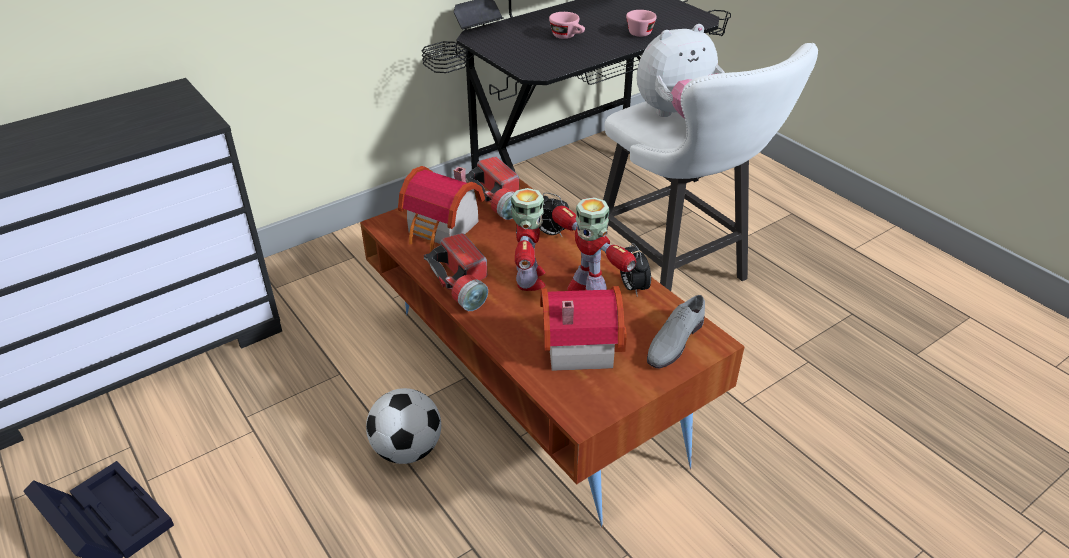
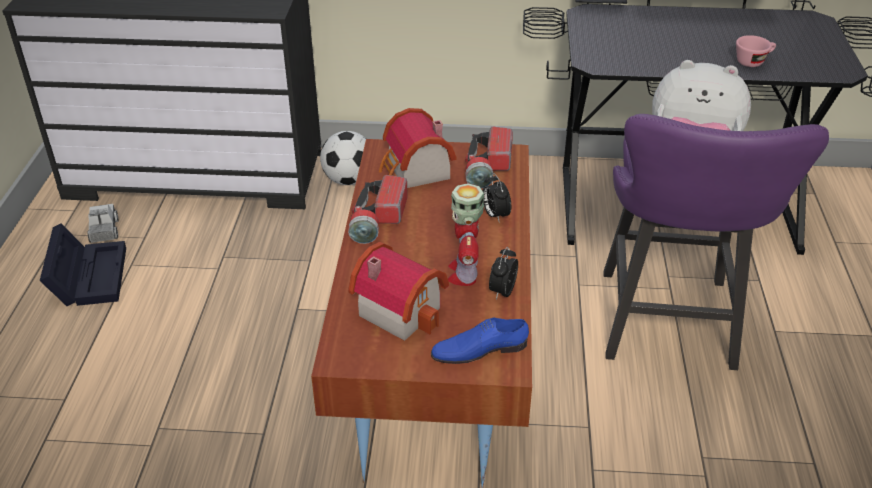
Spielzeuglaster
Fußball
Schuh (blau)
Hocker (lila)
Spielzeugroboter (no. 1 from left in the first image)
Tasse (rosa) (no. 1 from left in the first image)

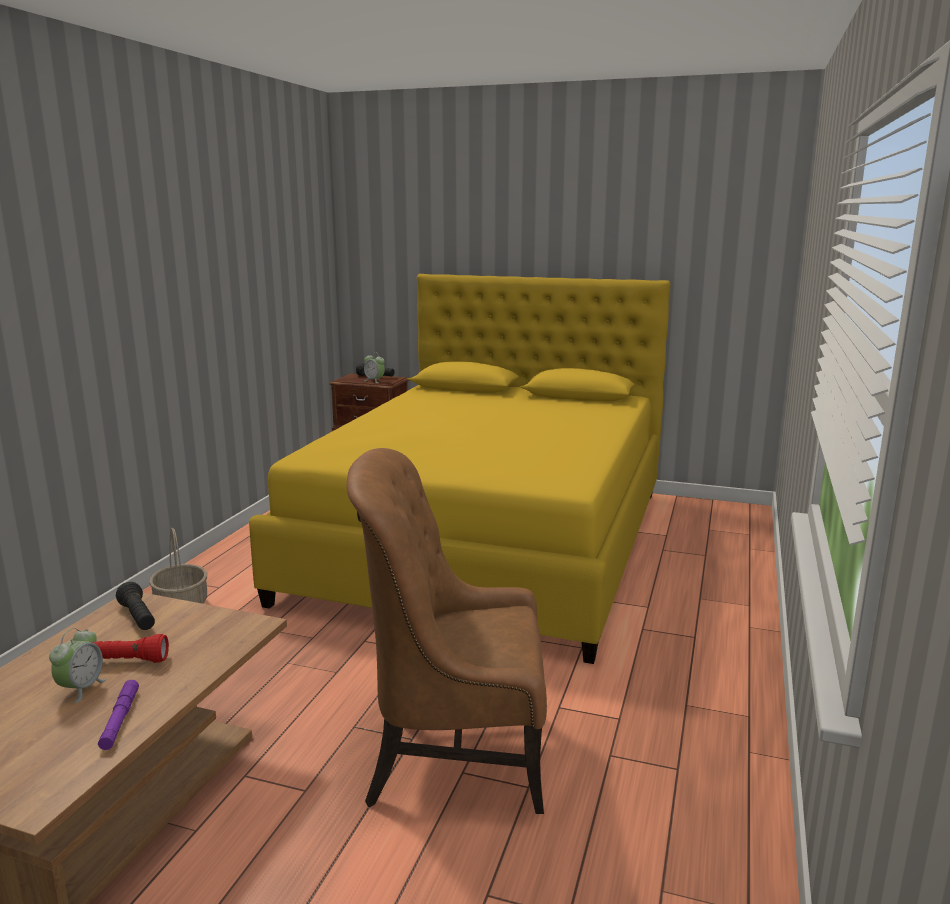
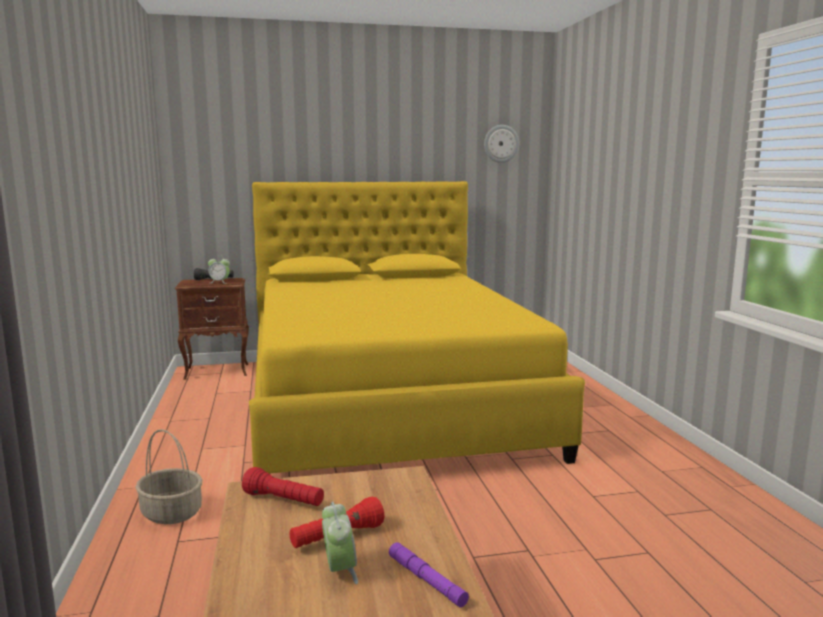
Taschenlampe (rot) (no. 1 from left)
Wanduhr
Stuhl (braun)

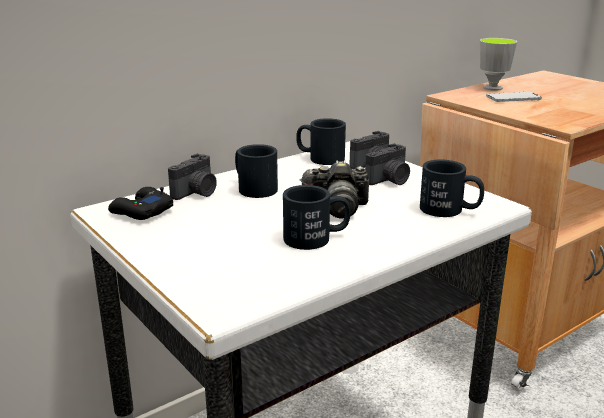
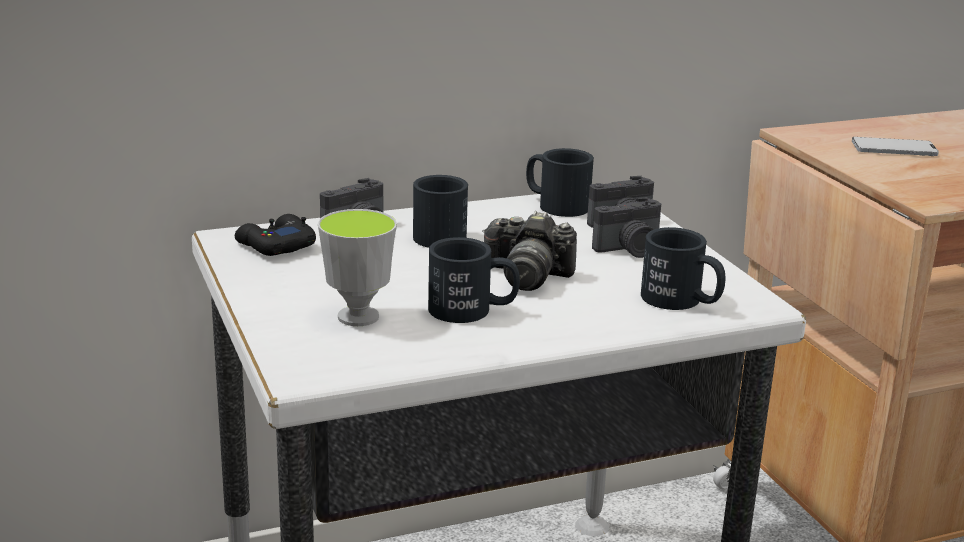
Tasse

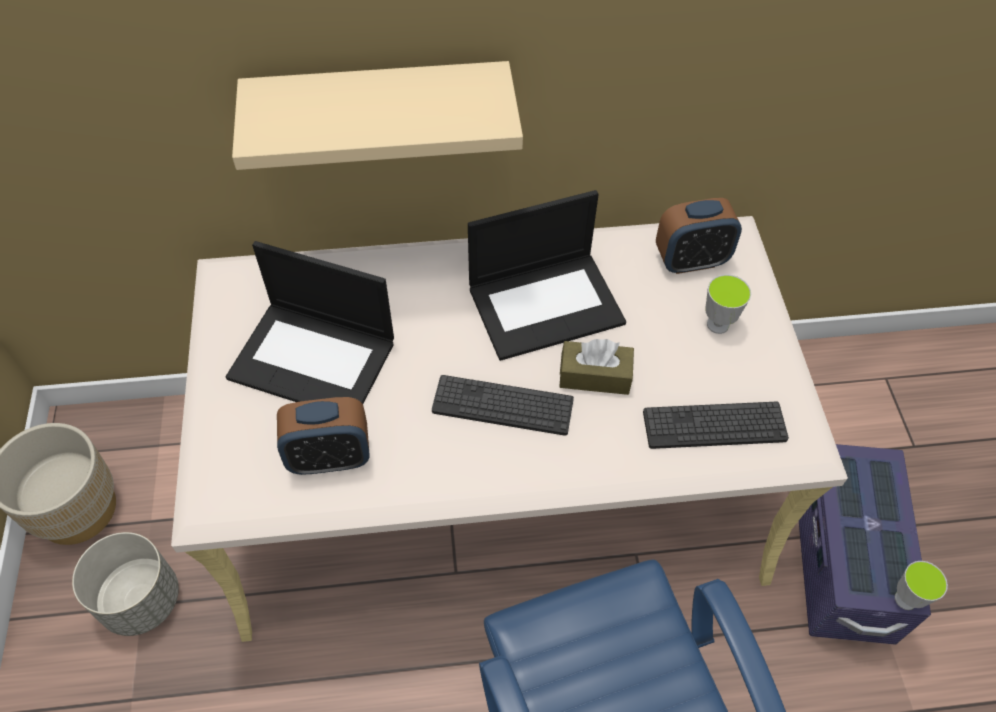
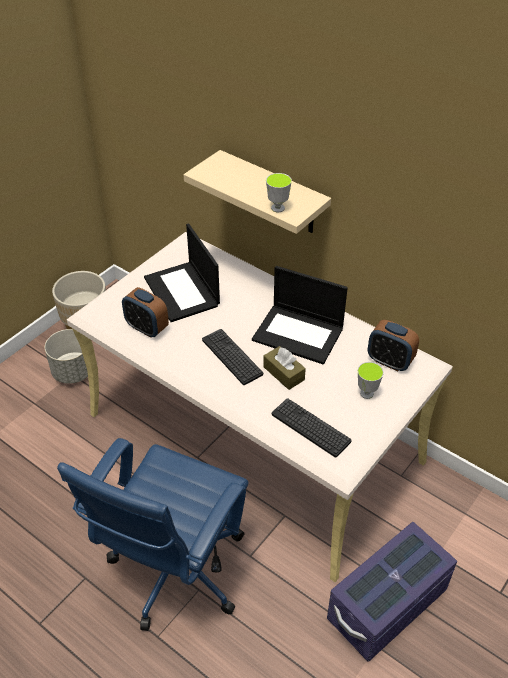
Tasse (no. 1 from left)

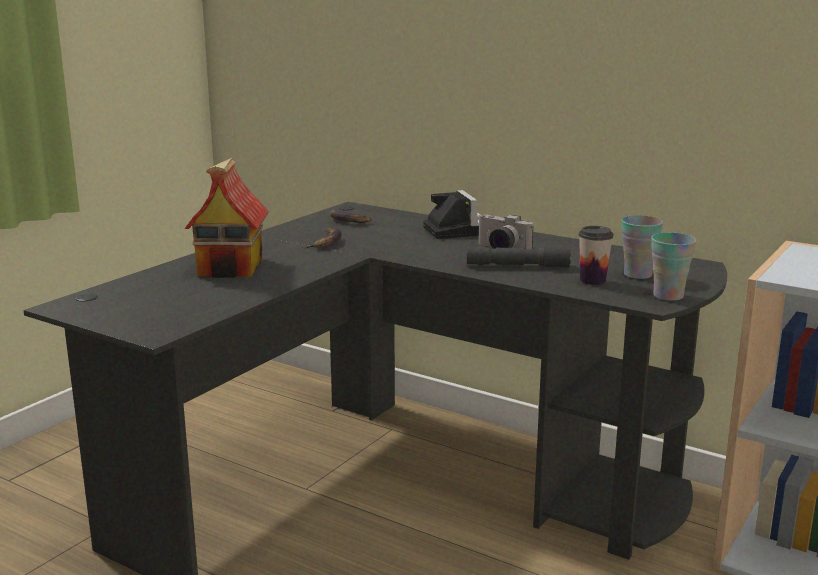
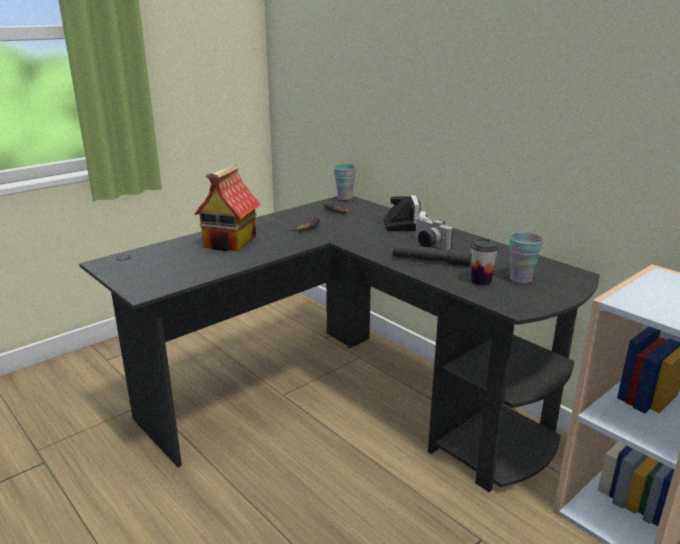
Tasse (no. 1 from left)

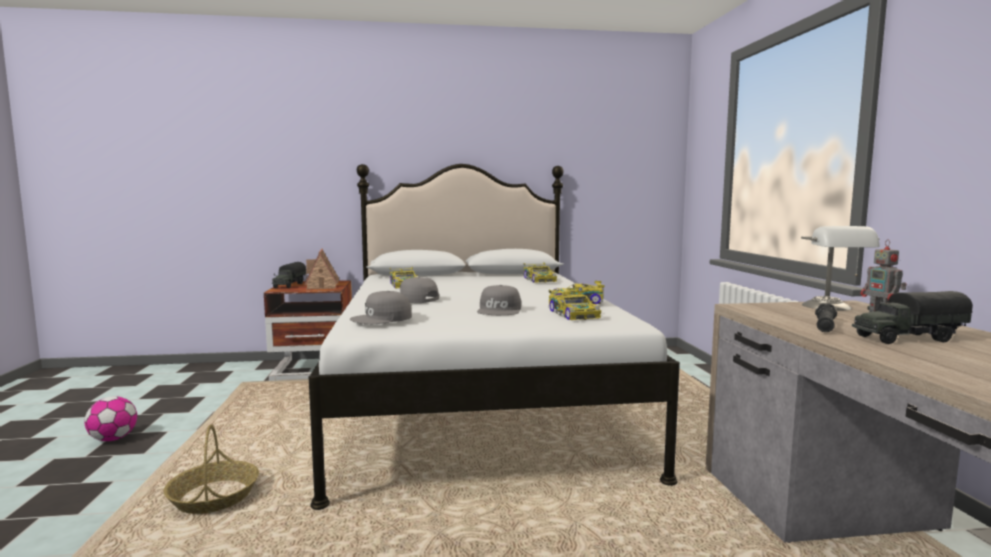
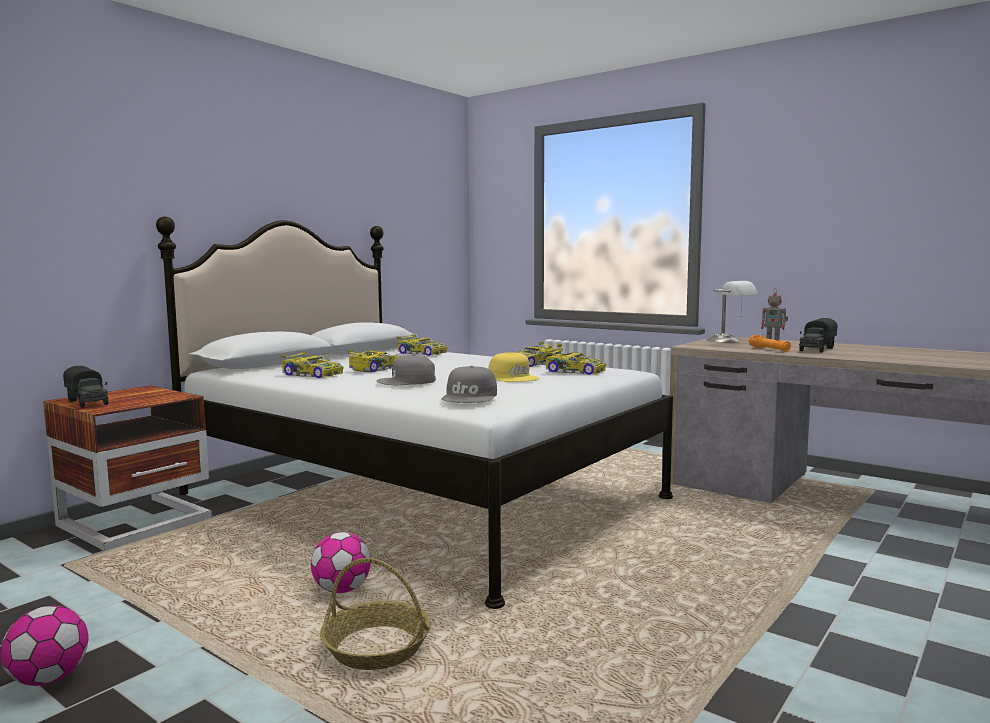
Fußball (no. 2 from left)
Spielzeugauto (no. 2 from left)
Kappe (gelb)
Taschenlampe (orange)
Spielzeughaus

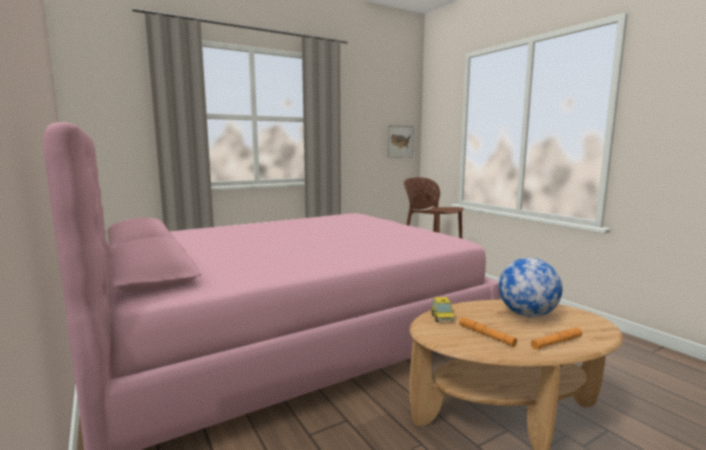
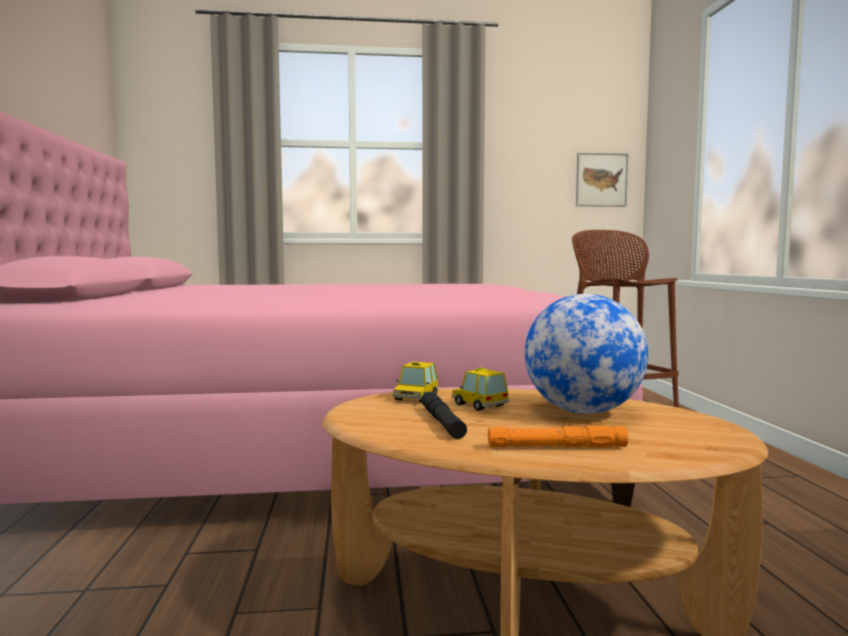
Taschenlampe (schwarz)
Spielzeugauto (no. 2 from left)

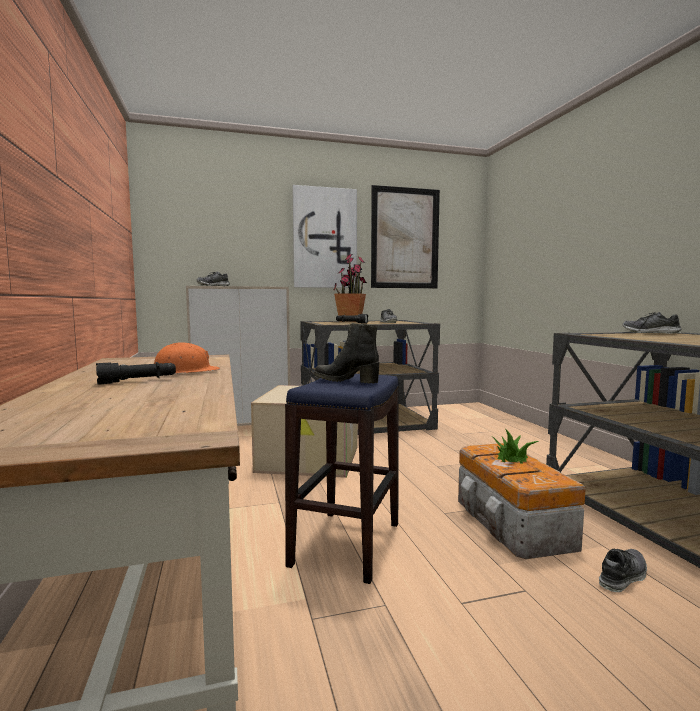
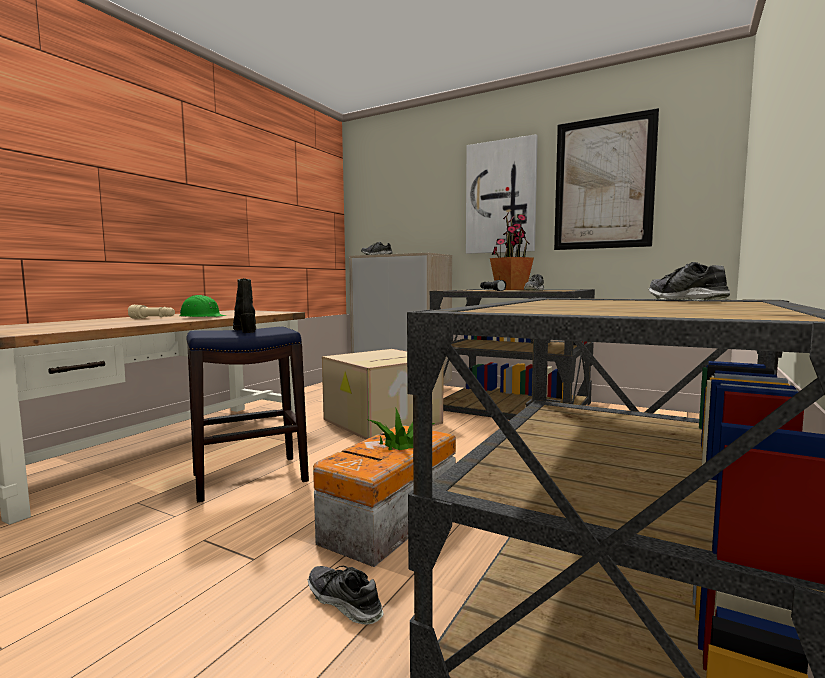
Taschenlampe (beige)
Schutzhelm (grün)
Schuh (no. 1 from left)

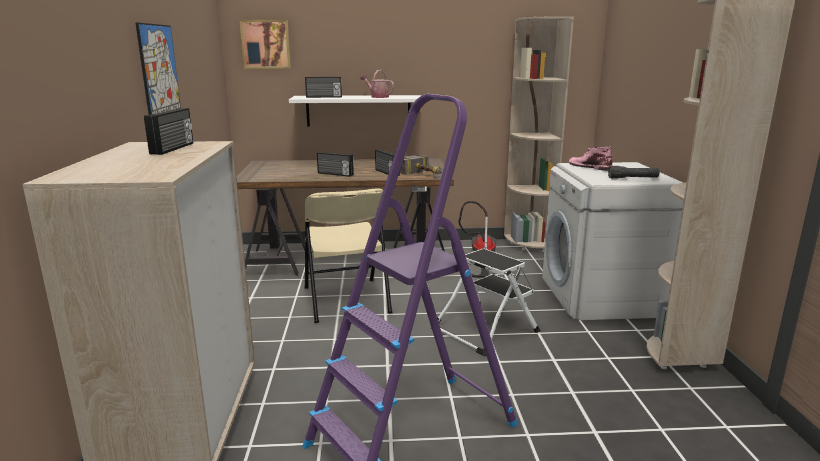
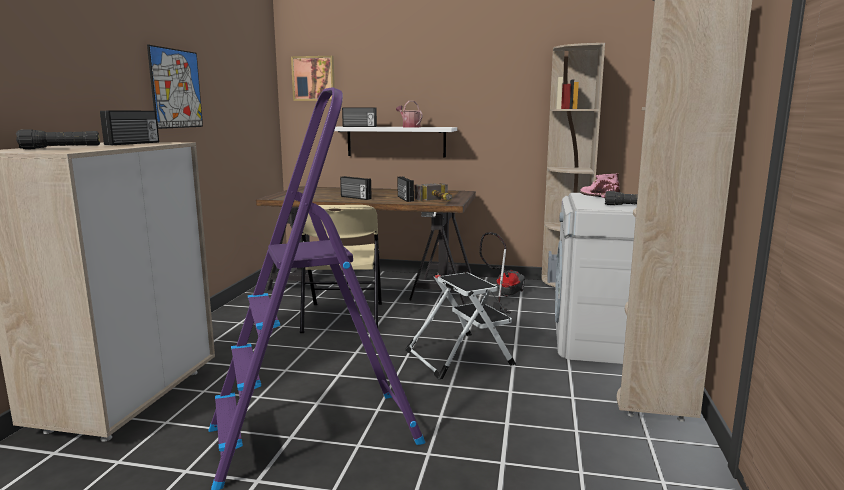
Taschenlampe (schwarz) (no. 1 from left)

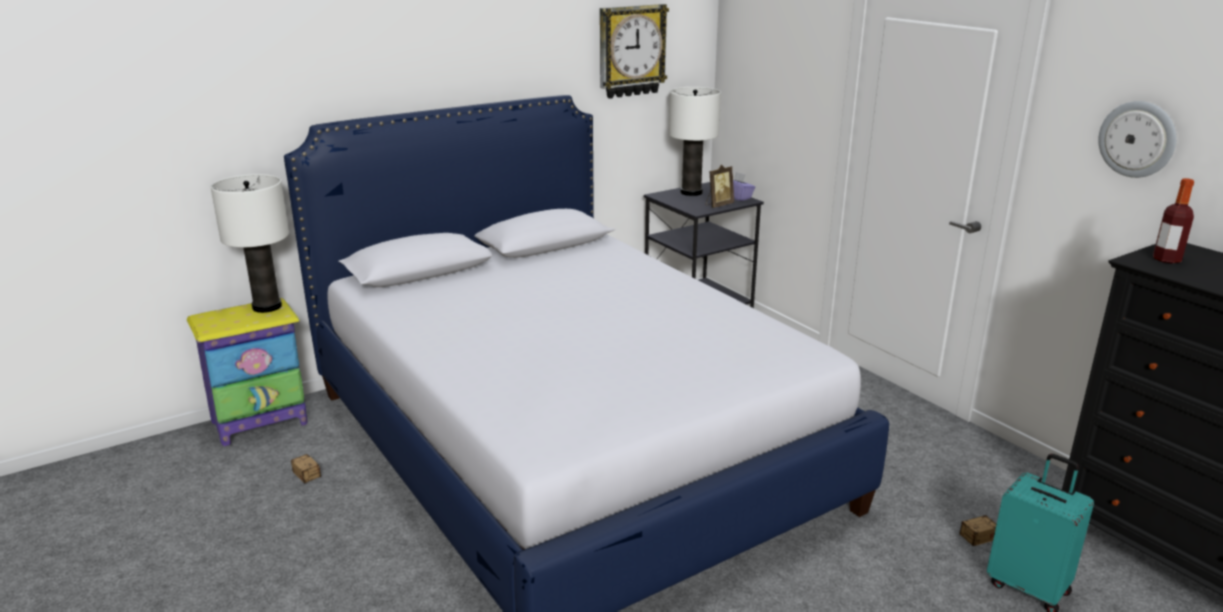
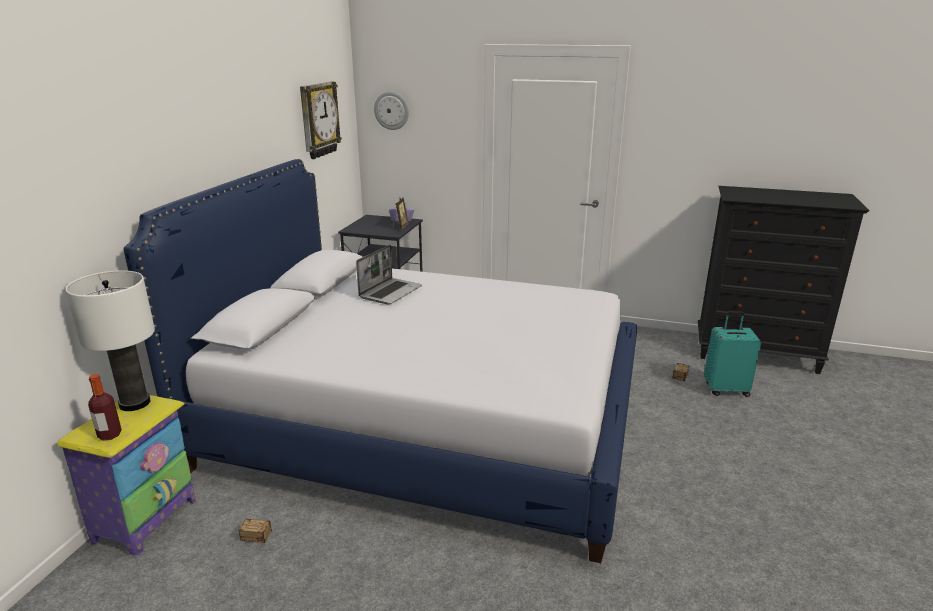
Flasche
Laptop
Wanduhr (no. 2 from left)
Tischlampe (weiß) (no. 2 from left in the first image)

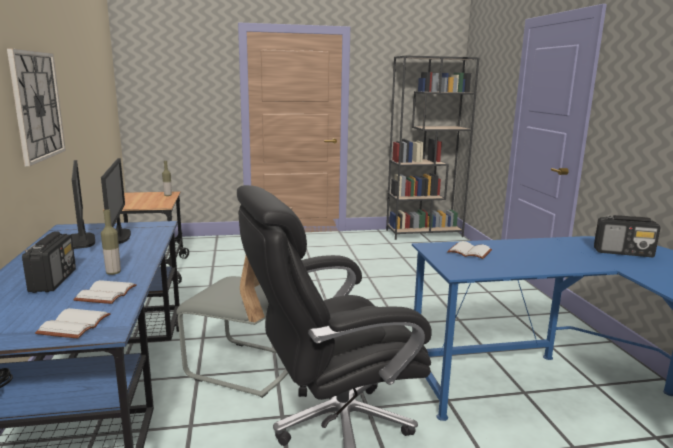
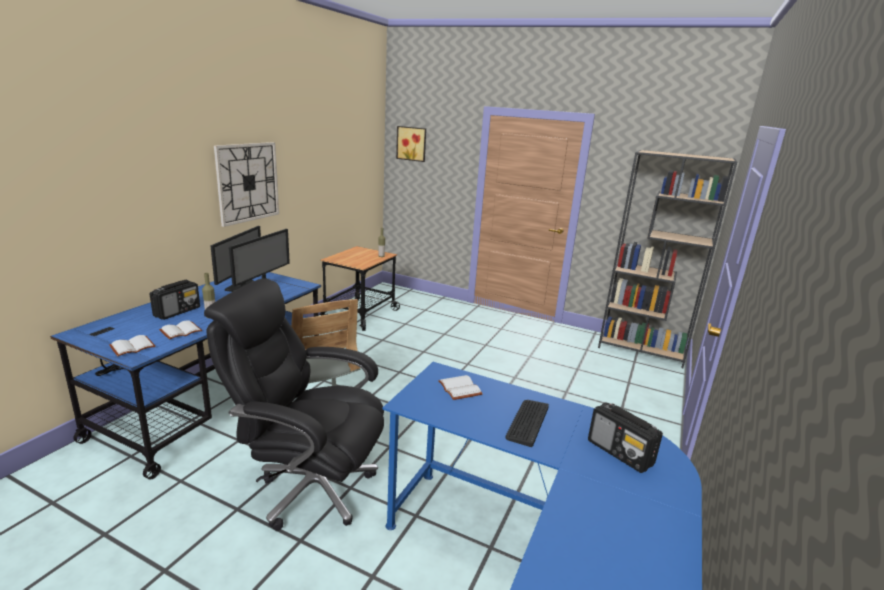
Bild
Tastatur

